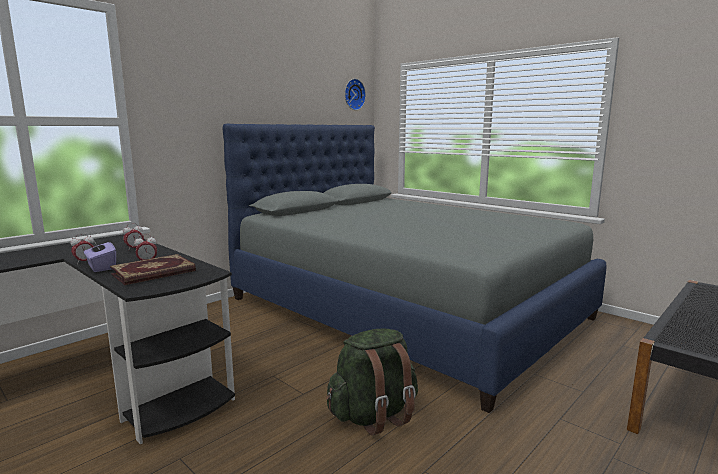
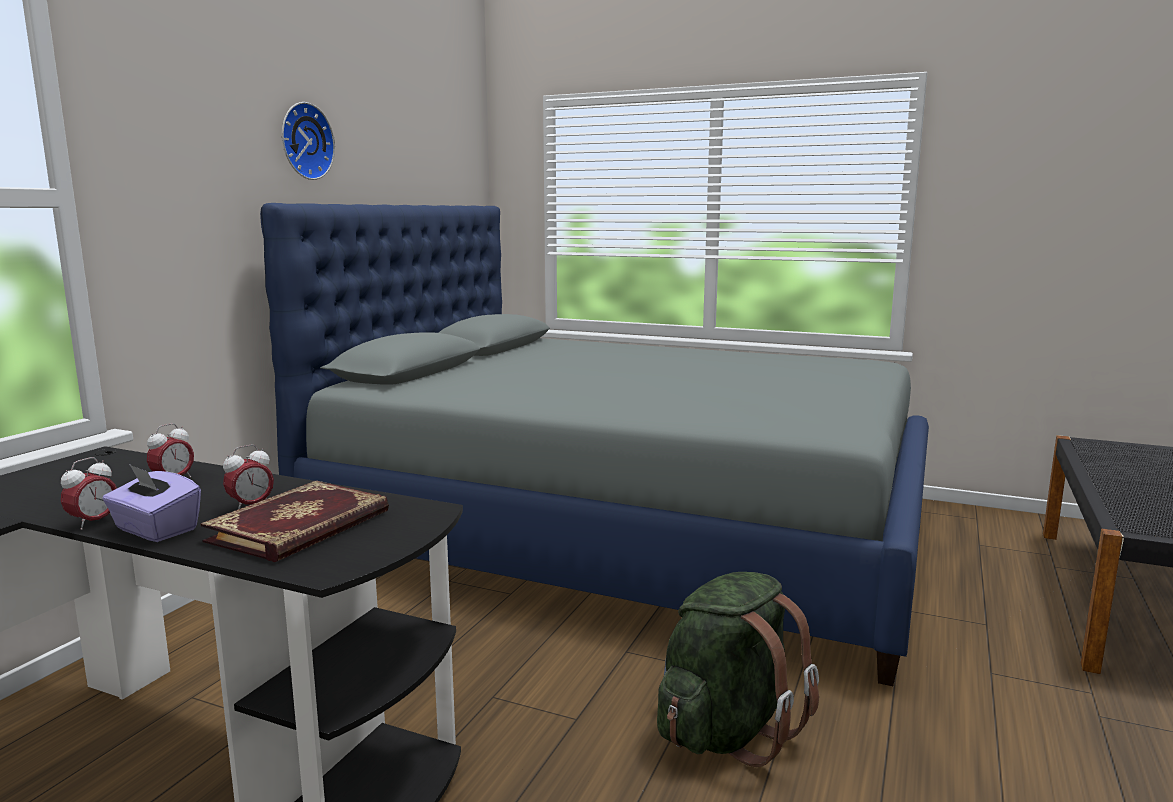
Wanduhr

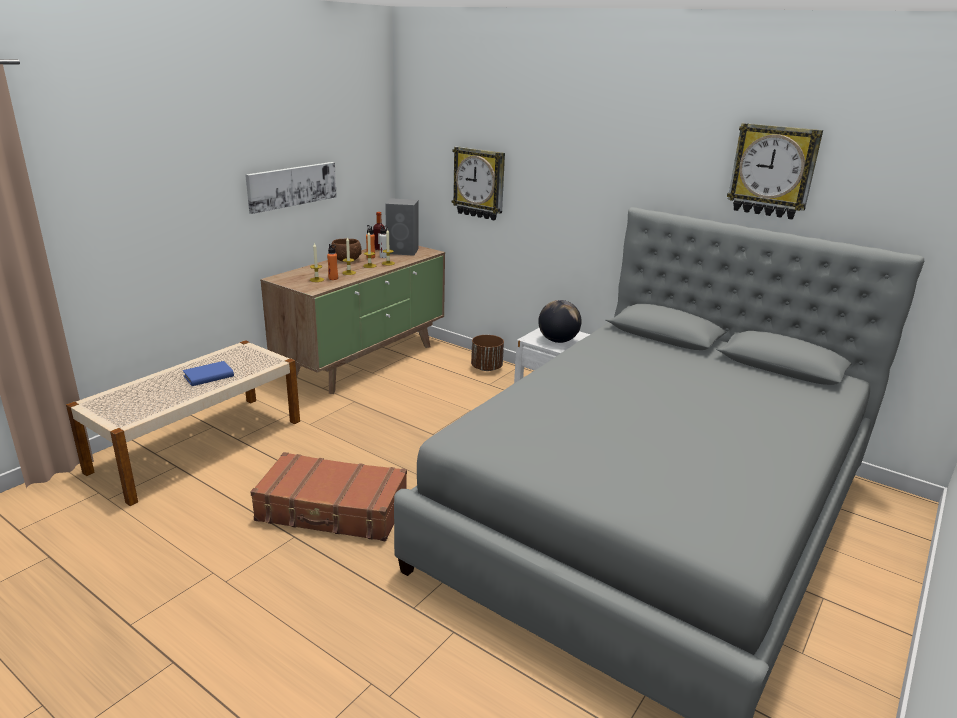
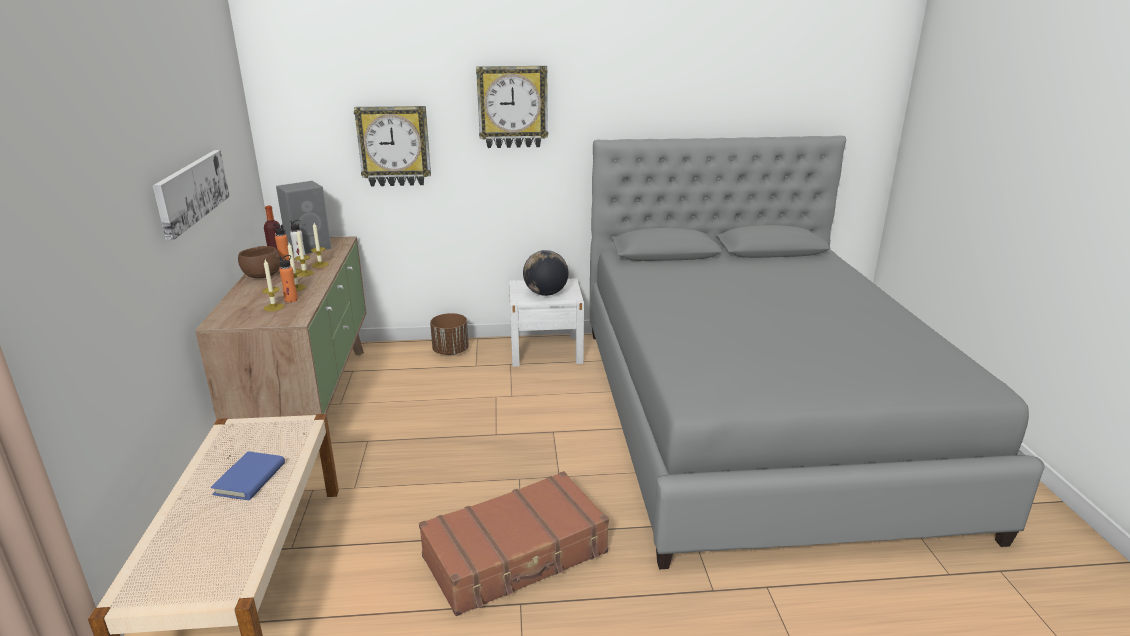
Wanduhr (no. 2 from left)

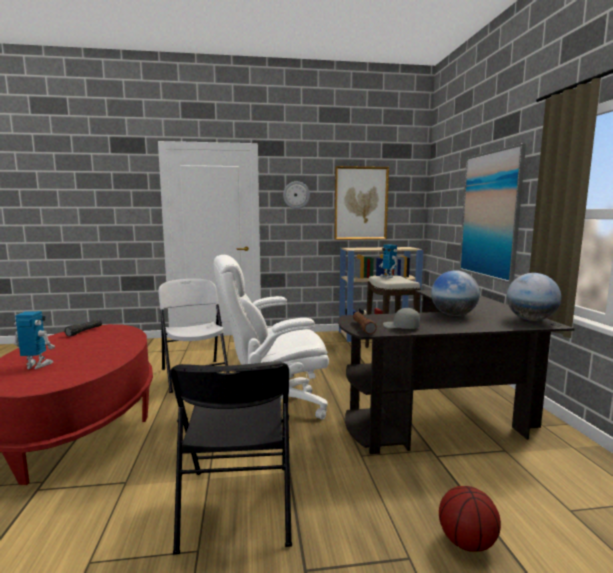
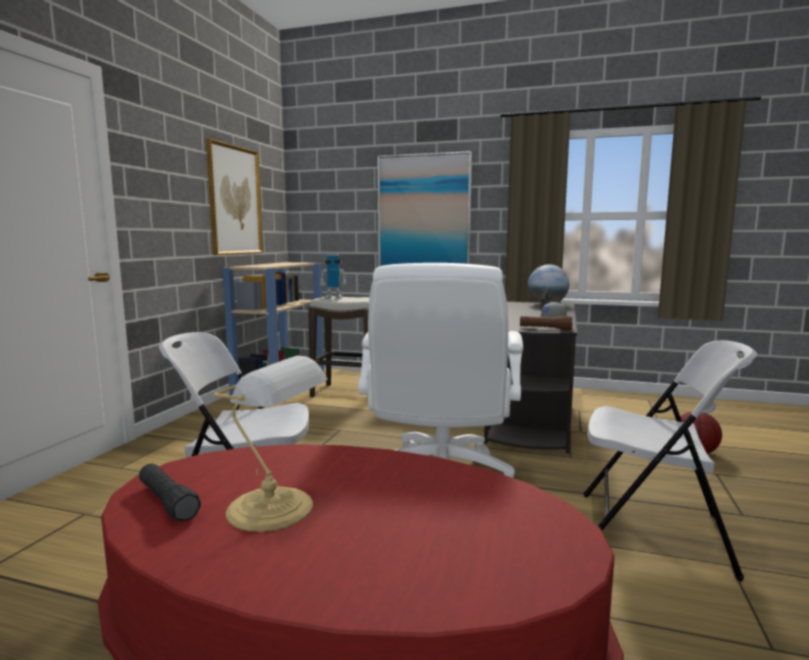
Tischlampe
Stuhl (weiß) (no. 2 from left)
Spielzeugroboter (no. 1 from left in the first image)
Wanduhr
Globus (no. 1 from left in the first image)

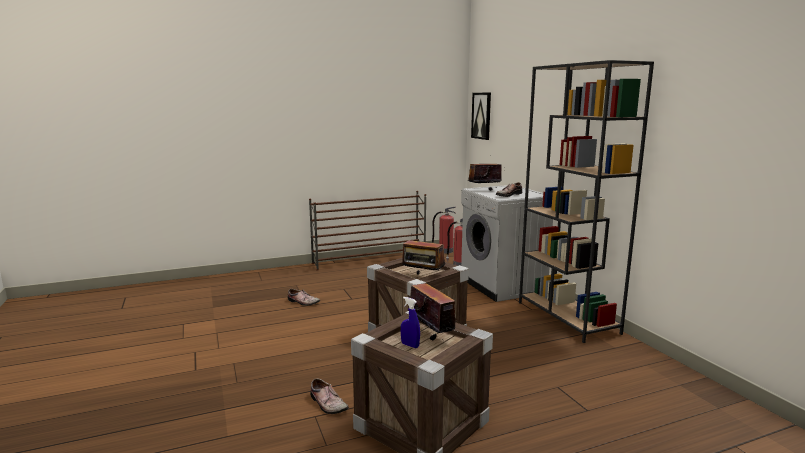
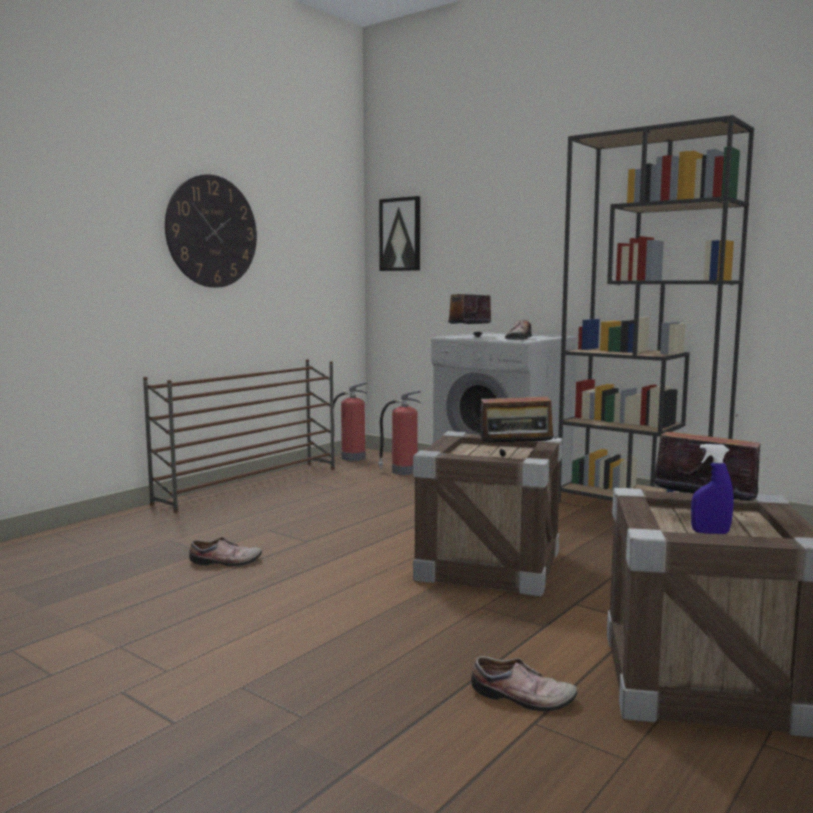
Wanduhr

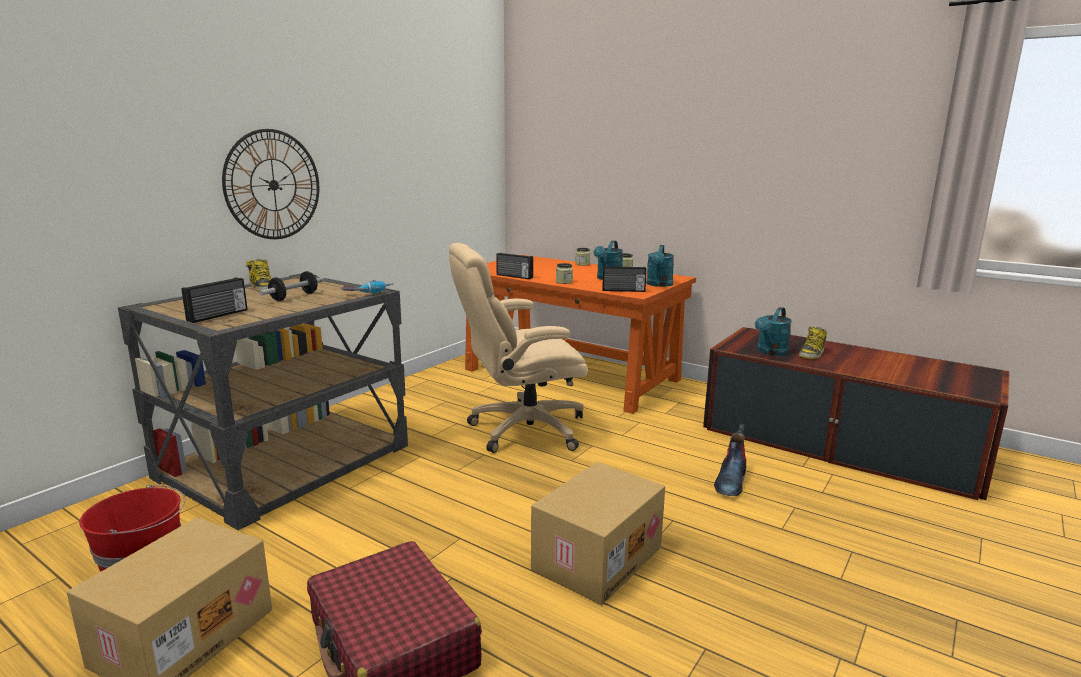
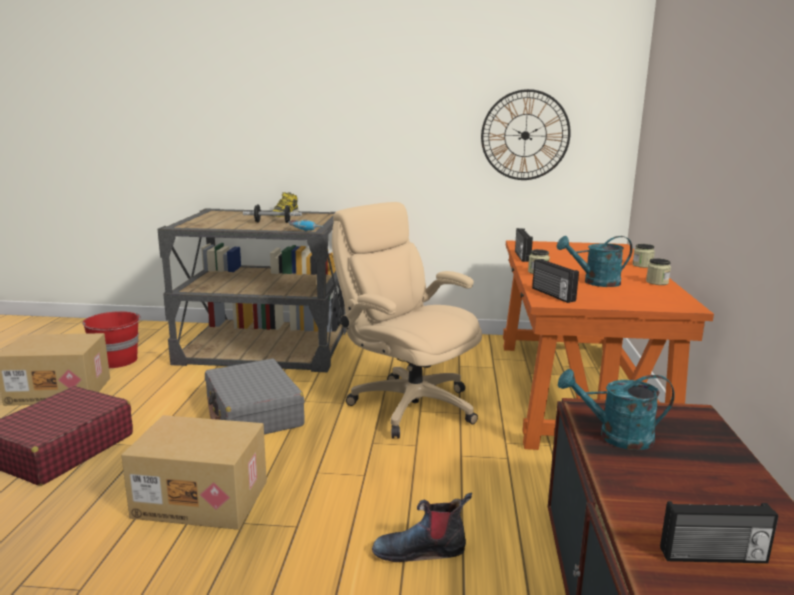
Koffer (grau)
Wanduhr
Radio (no. 3 from left)
Gießkanne (türkis) (no. 2 from left in the first image)
Stiefel (no. 3 from left in the first image)

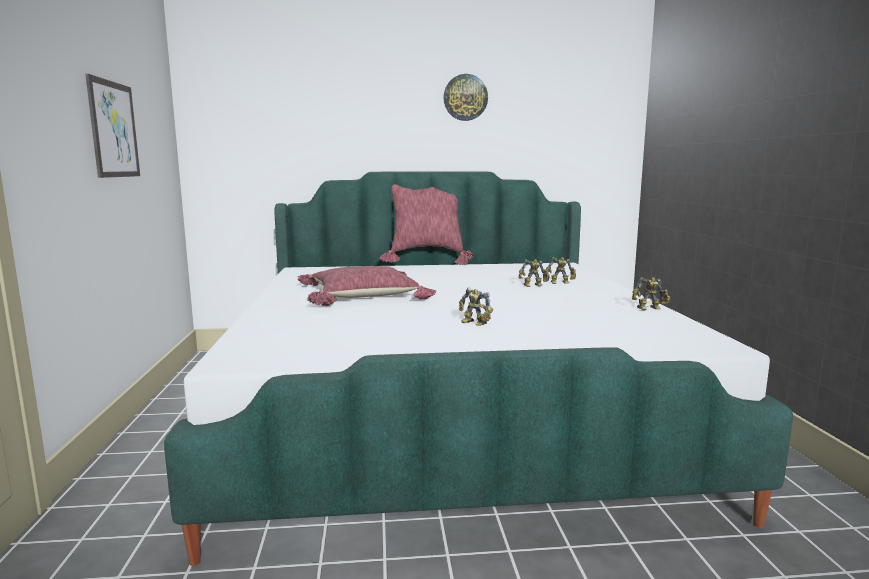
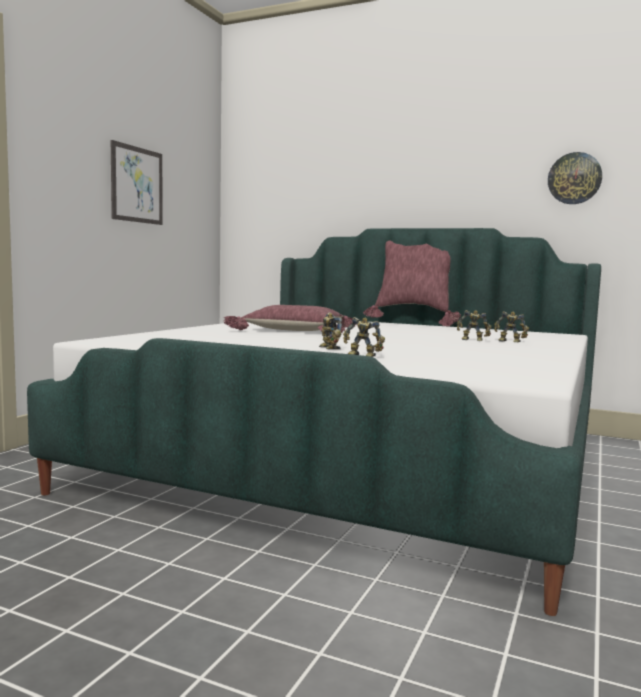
Spielzeugroboter (no. 2 from left)
Wanduhr

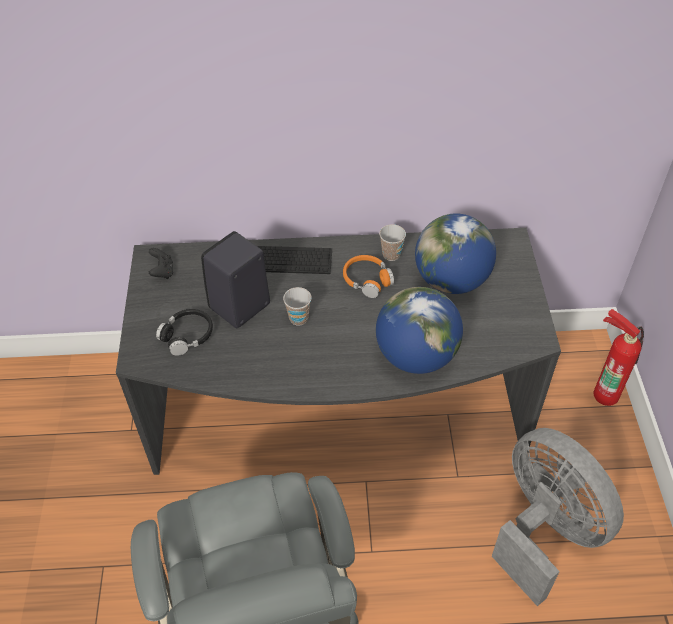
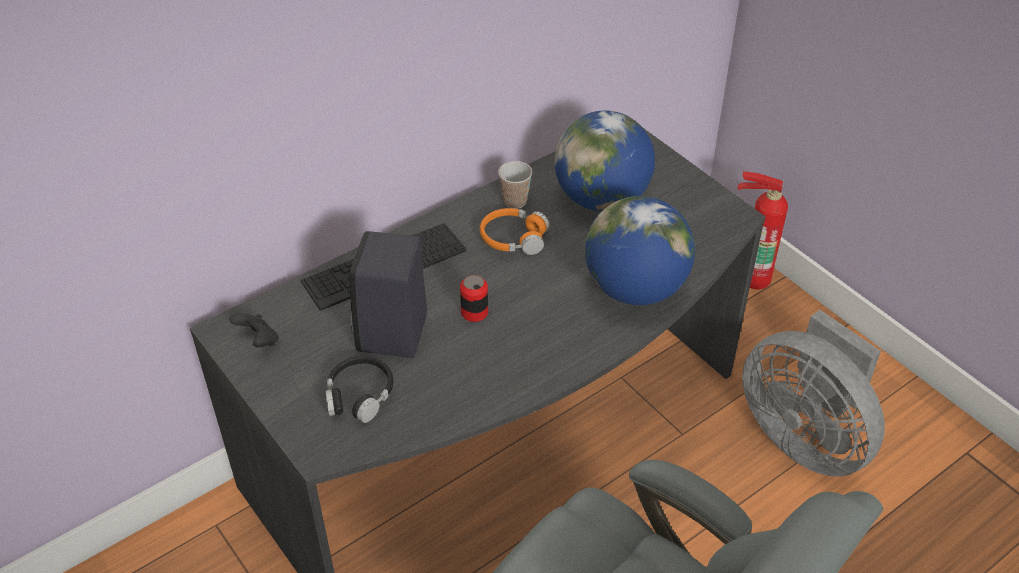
Dose
Ventilator (grau)

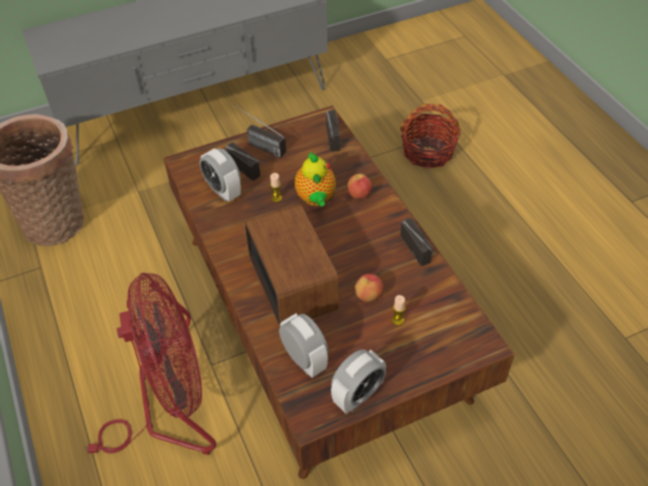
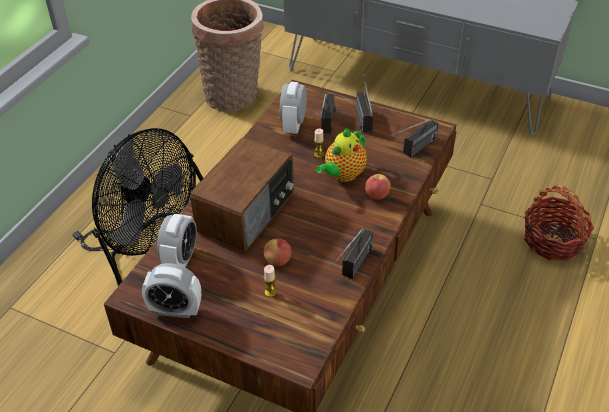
Ventilator (schwarz)

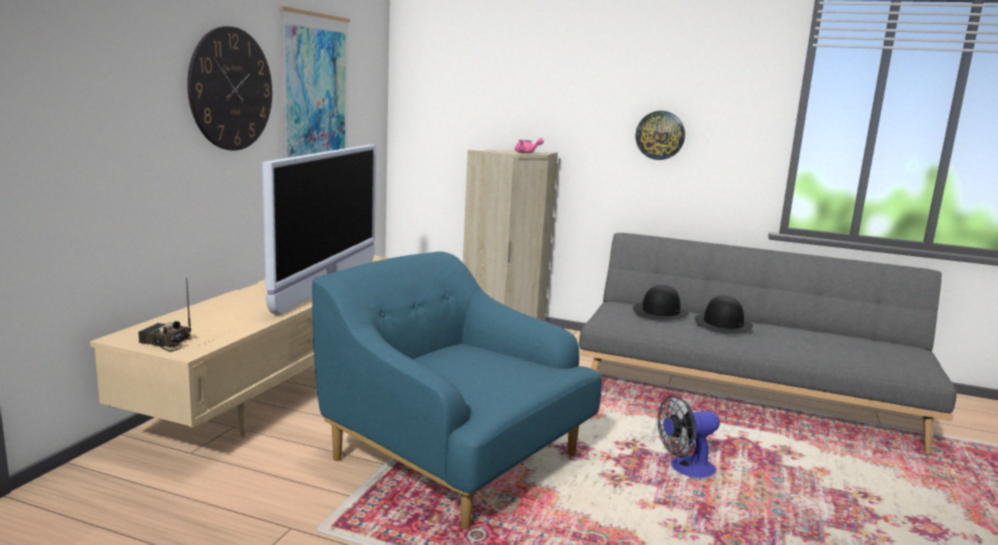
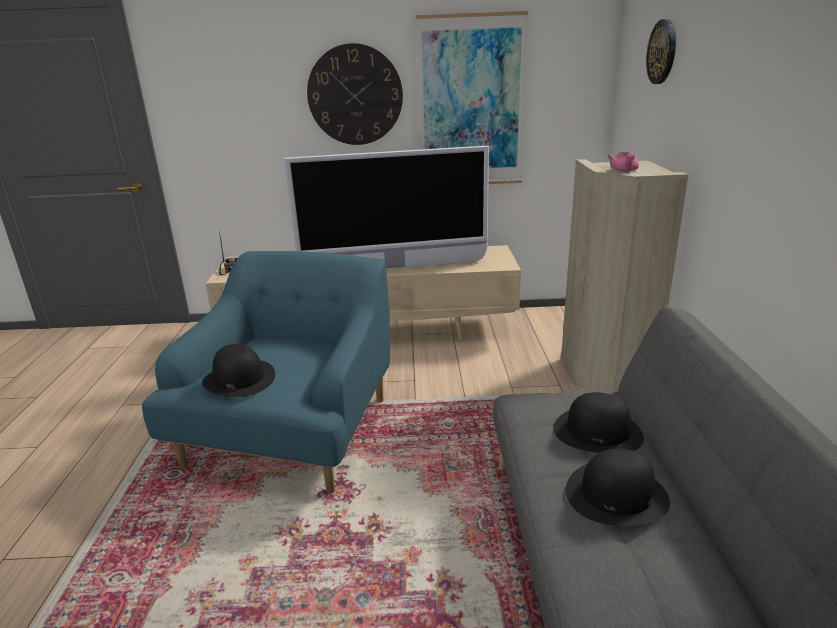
Hut (schwarz) (no. 1 from left)
Wanduhr (no. 2 from left)
Ventilator

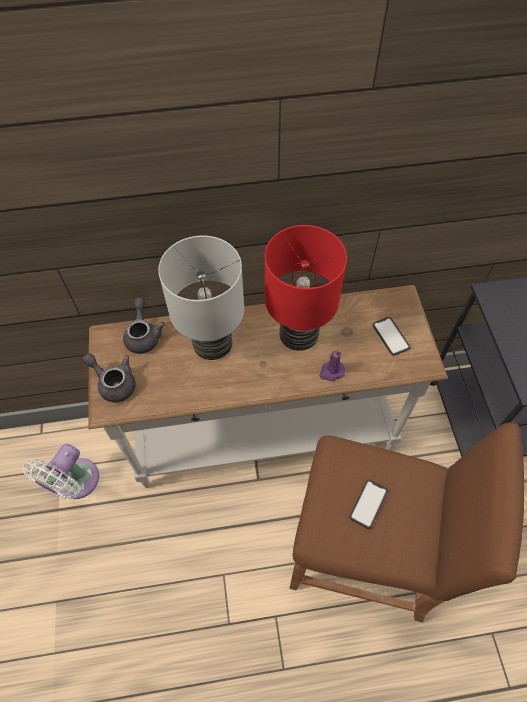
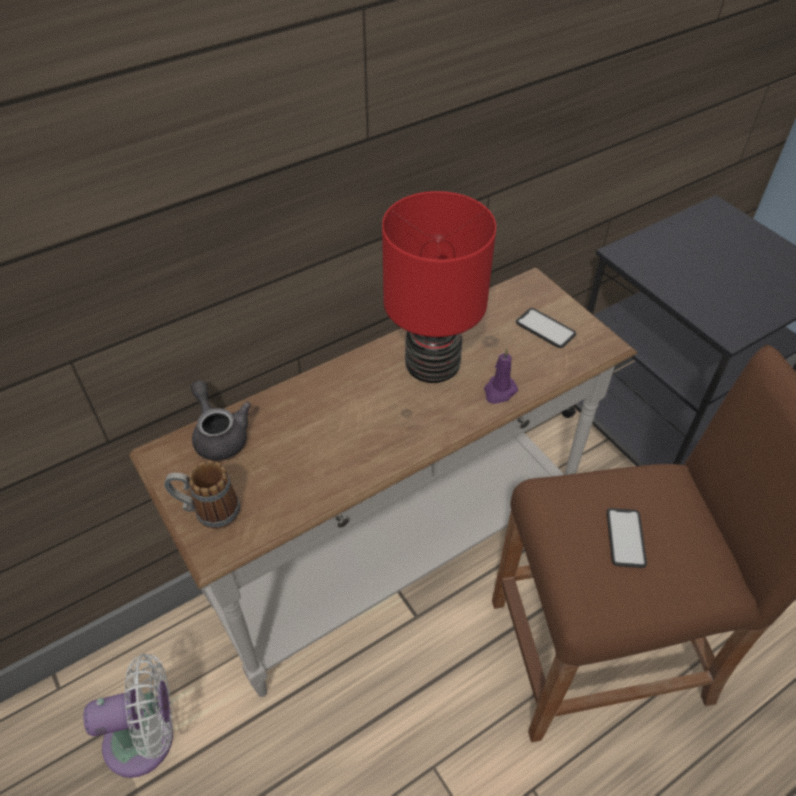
Ventilator (weiß)
Henkelbecher
Tischlampe (grau)

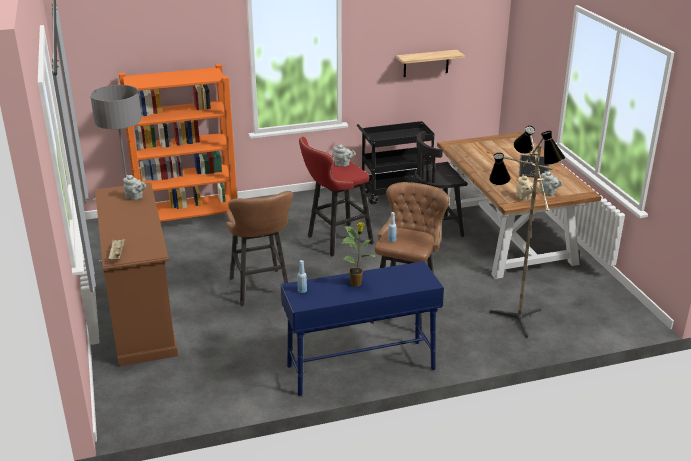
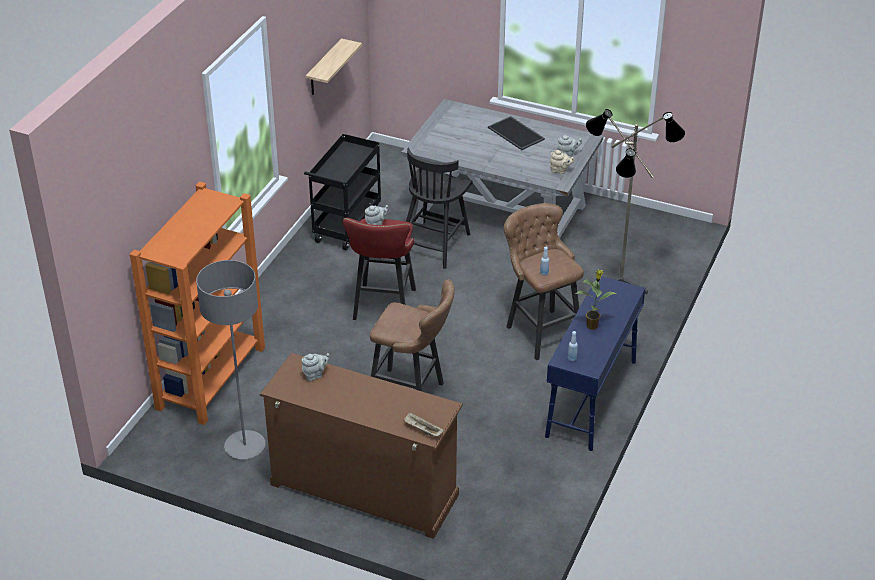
Esstisch (grau)

